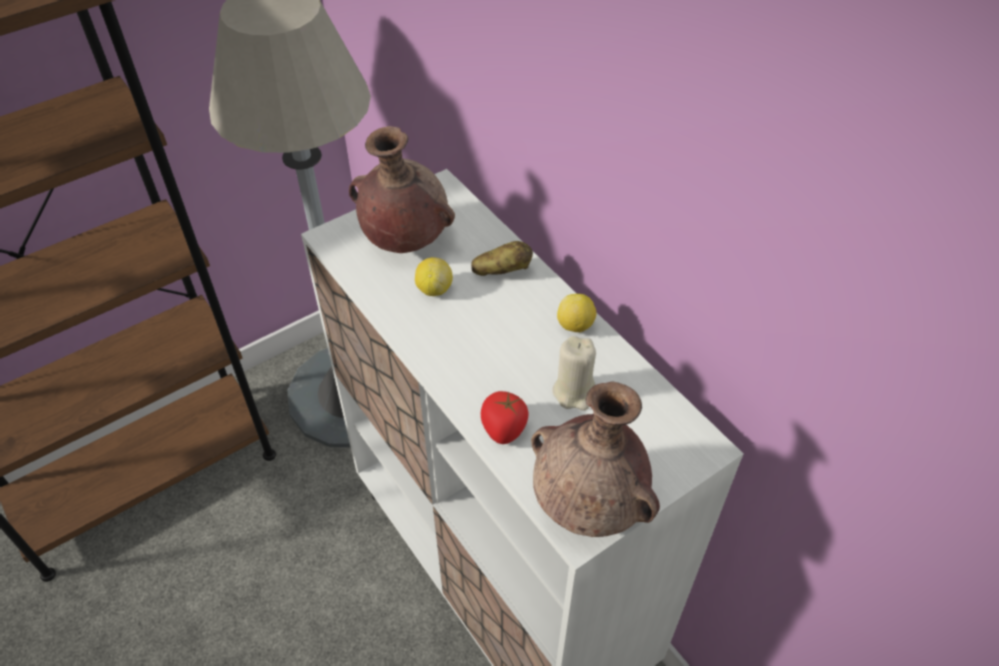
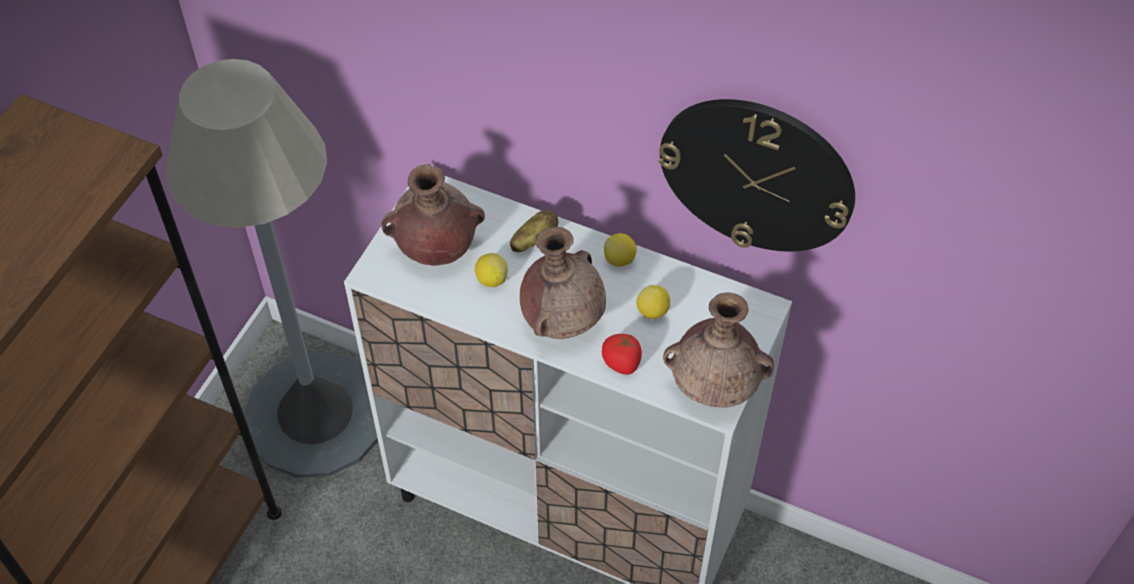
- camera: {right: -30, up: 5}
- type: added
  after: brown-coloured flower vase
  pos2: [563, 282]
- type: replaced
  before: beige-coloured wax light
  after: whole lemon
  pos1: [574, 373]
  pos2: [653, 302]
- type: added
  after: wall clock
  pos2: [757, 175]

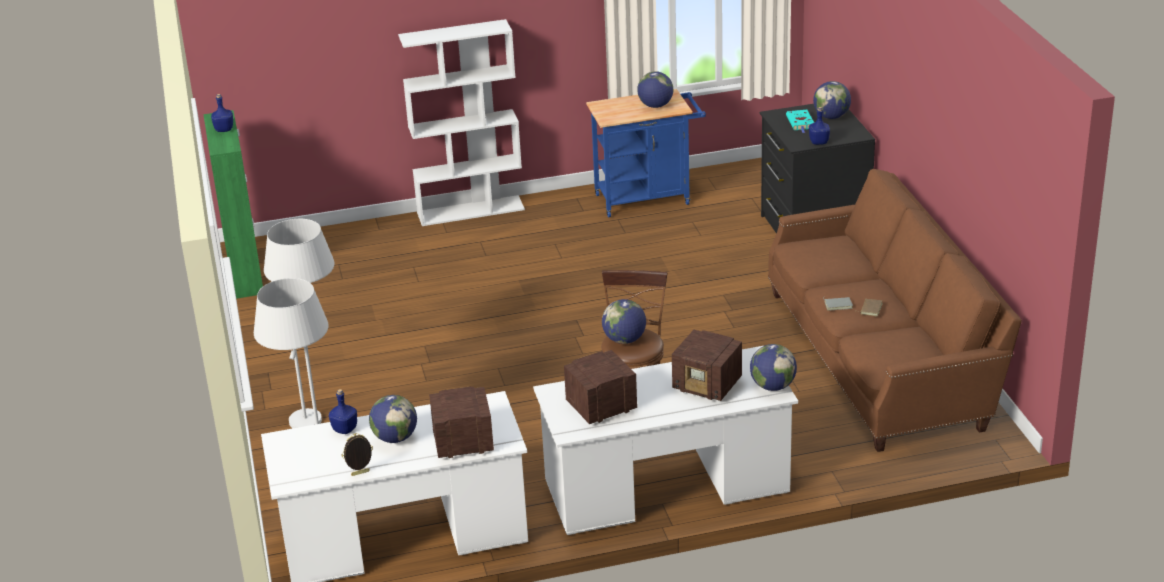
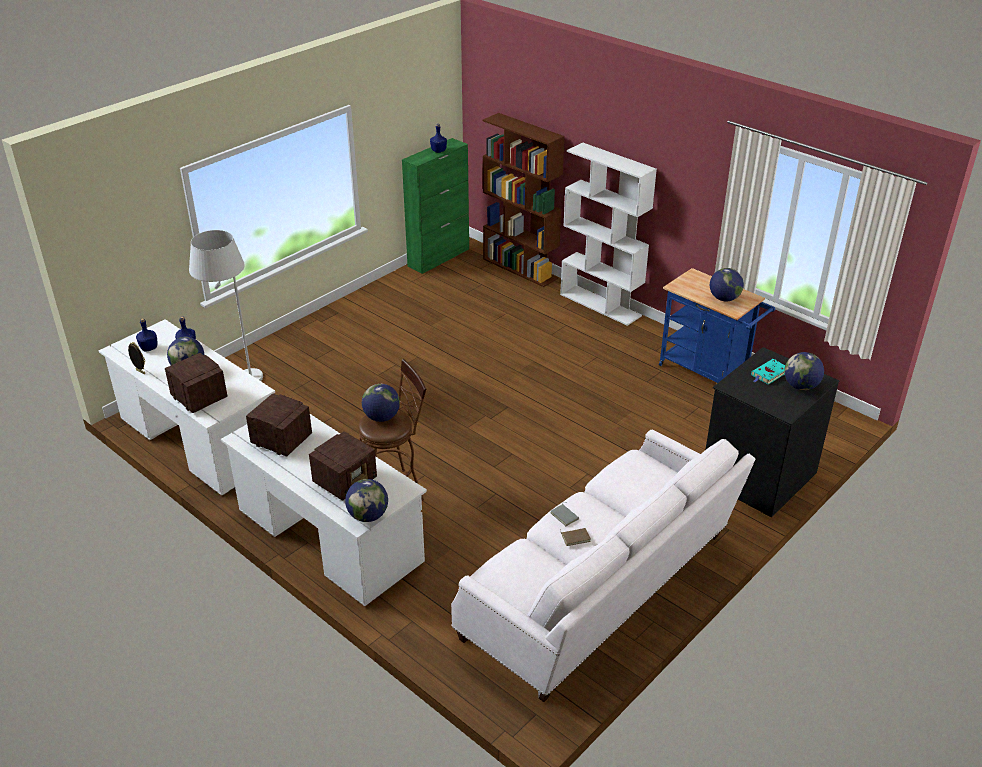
- camera: {right: 55, up: 5}
- type: moved
  before: blue-coloured beverage bottle
  pos1: [819, 126]
  pos2: [147, 335]
- type: turned
  before: radio
  pos1: [707, 365]
  pos2: [343, 466]
  turn: -135
- type: recoloured
  before: brown-coloured settee
  after: white settee
  pos1: [895, 310]
  pos2: [603, 566]
- type: added
  after: brown-coloured bookcase
  pos2: [524, 200]
- type: removed
  before: white standard lamp
  pos1: [299, 323]

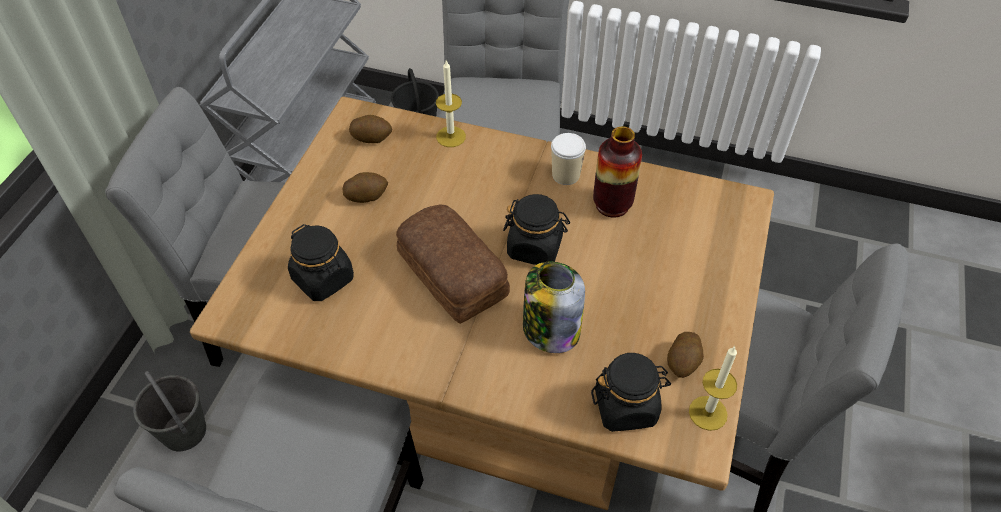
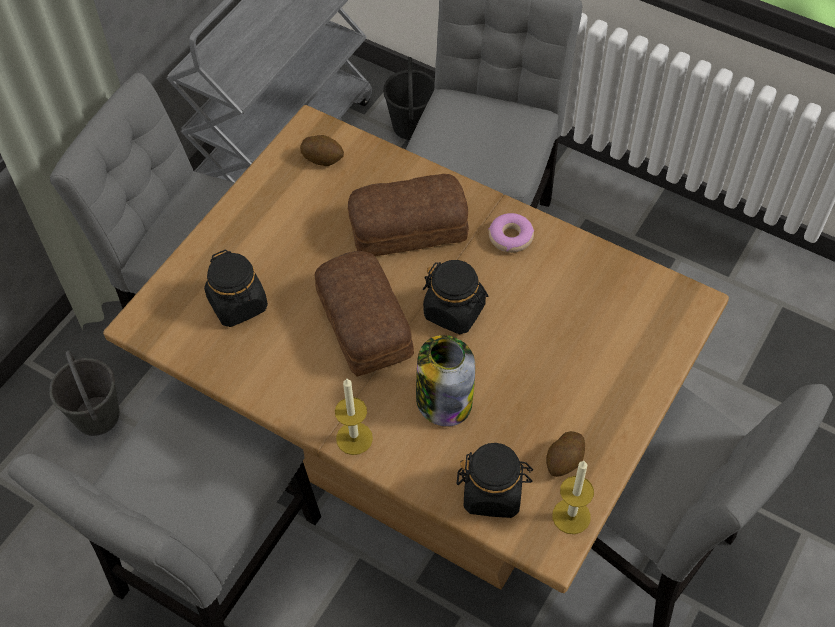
- camera: {right: 15, up: 5}
- type: moved
  before: wax light
  pos1: [451, 104]
  pos2: [354, 416]
- type: added
  after: bakery bread
  pos2: [408, 215]
- type: replaced
  before: small cup
  after: donut
  pos1: [568, 159]
  pos2: [511, 233]
- type: removed
  before: spud
  pos1: [365, 187]
- type: removed
  before: flower vase
  pos1: [617, 172]

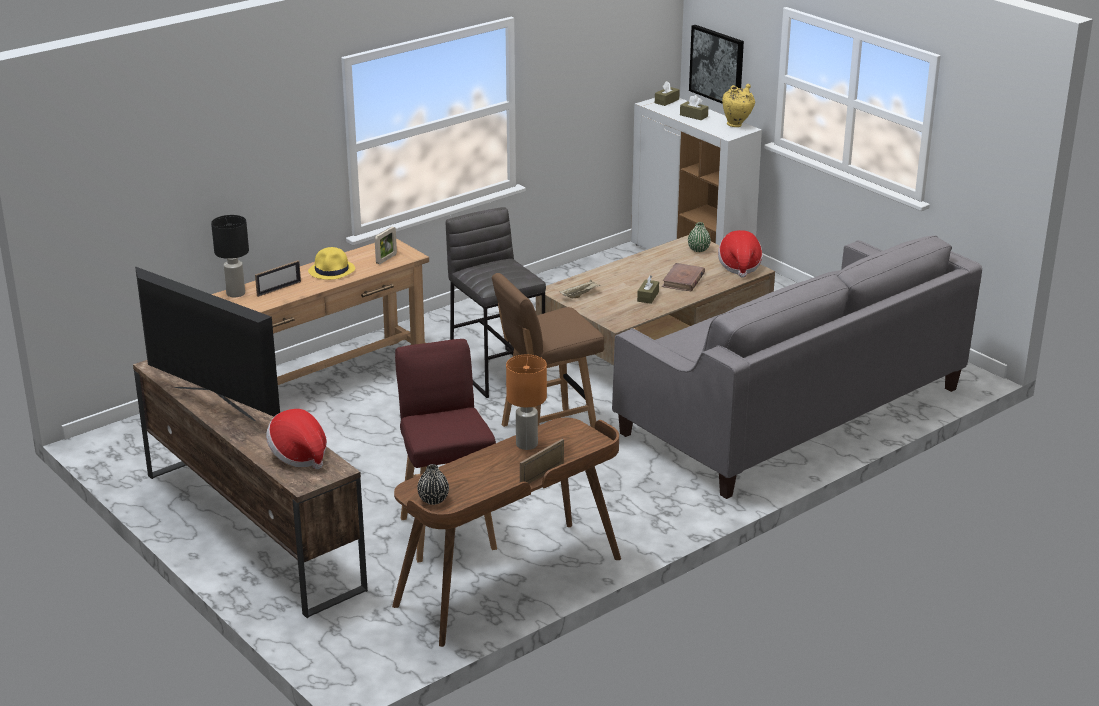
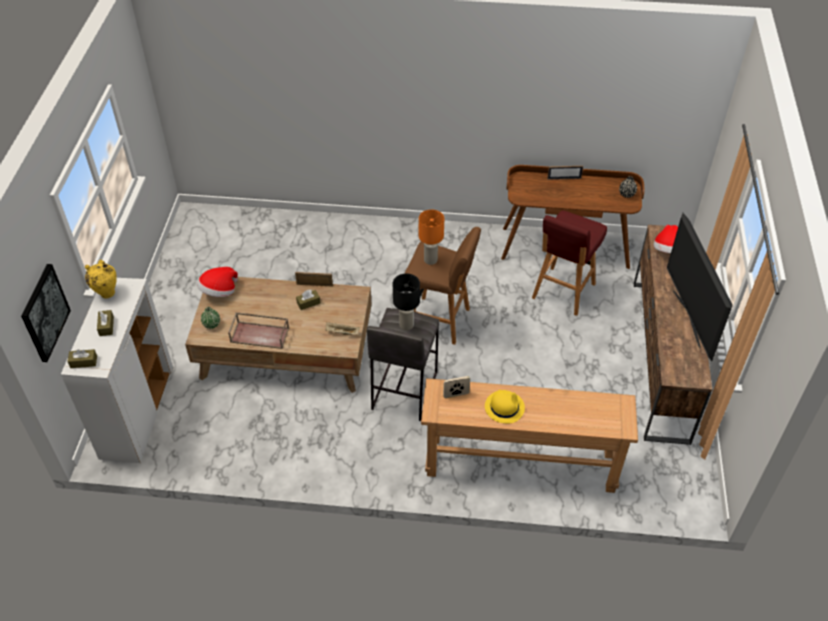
- camera: {right: -135, up: 20}
- type: added
  after: brown-coloured tray
  pos2: [258, 330]
- type: moved
  before: photo frame
  pos1: [278, 278]
  pos2: [314, 279]
- type: moved
  before: blackish lamp for a table
  pos1: [230, 256]
  pos2: [406, 302]
- type: moved
  before: orange lamp for a table
  pos1: [526, 402]
  pos2: [431, 237]
- type: removed
  before: grey settee
  pos1: [797, 367]
- type: removed
  before: brown-coloured volume
  pos1: [683, 277]

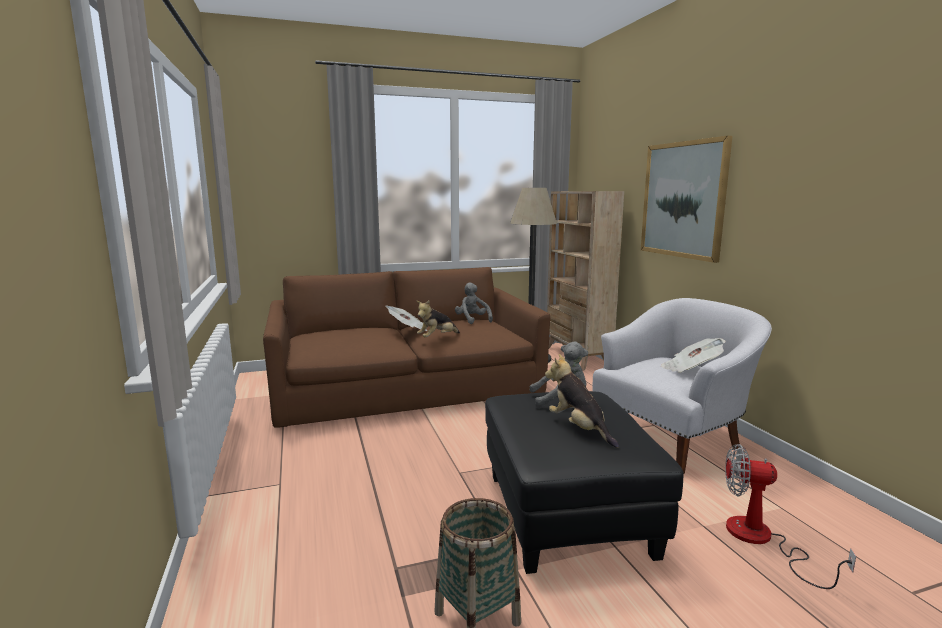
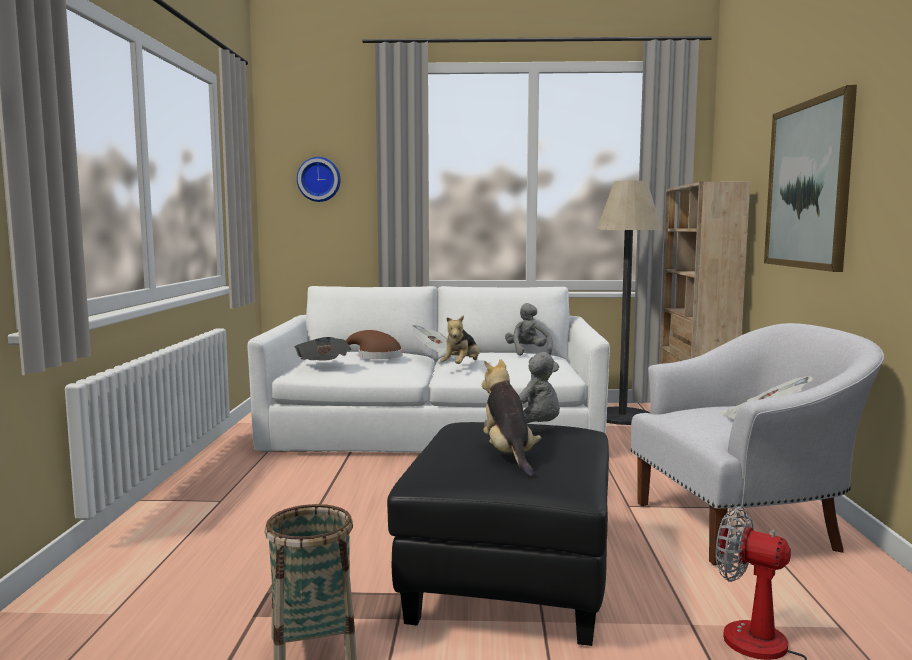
- camera: {right: 20, up: -5}
- type: recoloured
  before: brown-coloured settee
  after: white settee
  pos1: [406, 347]
  pos2: [428, 369]
- type: added
  after: newspaper
  pos2: [323, 349]
- type: added
  after: wall clock
  pos2: [319, 179]
- type: added
  after: brown-coloured clothing hat
  pos2: [372, 344]
- type: turned
  before: cuddly toy
  pos1: [438, 318]
  pos2: [460, 339]
  turn: -45

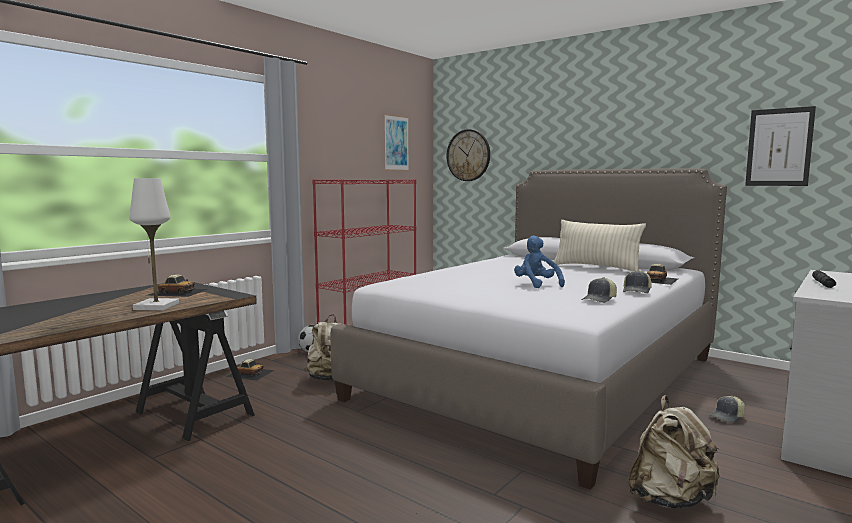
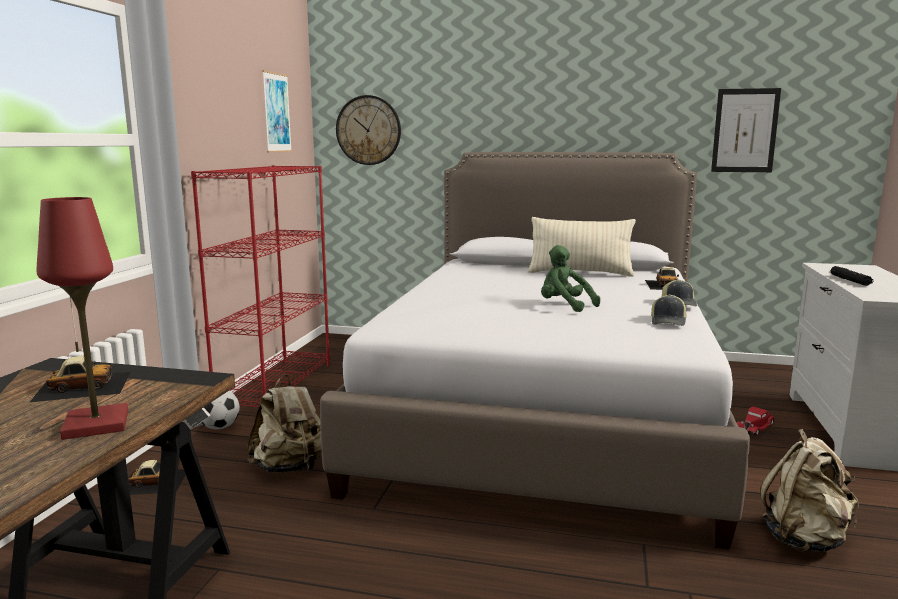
- camera: {right: -25, up: 5}
- type: recoloured
  before: white lamp for a table
  after: red lamp for a table
  pos1: [154, 244]
  pos2: [82, 318]
- type: recoloured
  before: blue-coloured cuddly toy
  after: greenish cuddly toy
  pos1: [539, 262]
  pos2: [570, 278]
- type: replaced
  before: baseball cap
  after: red miniature car
  pos1: [727, 409]
  pos2: [756, 421]

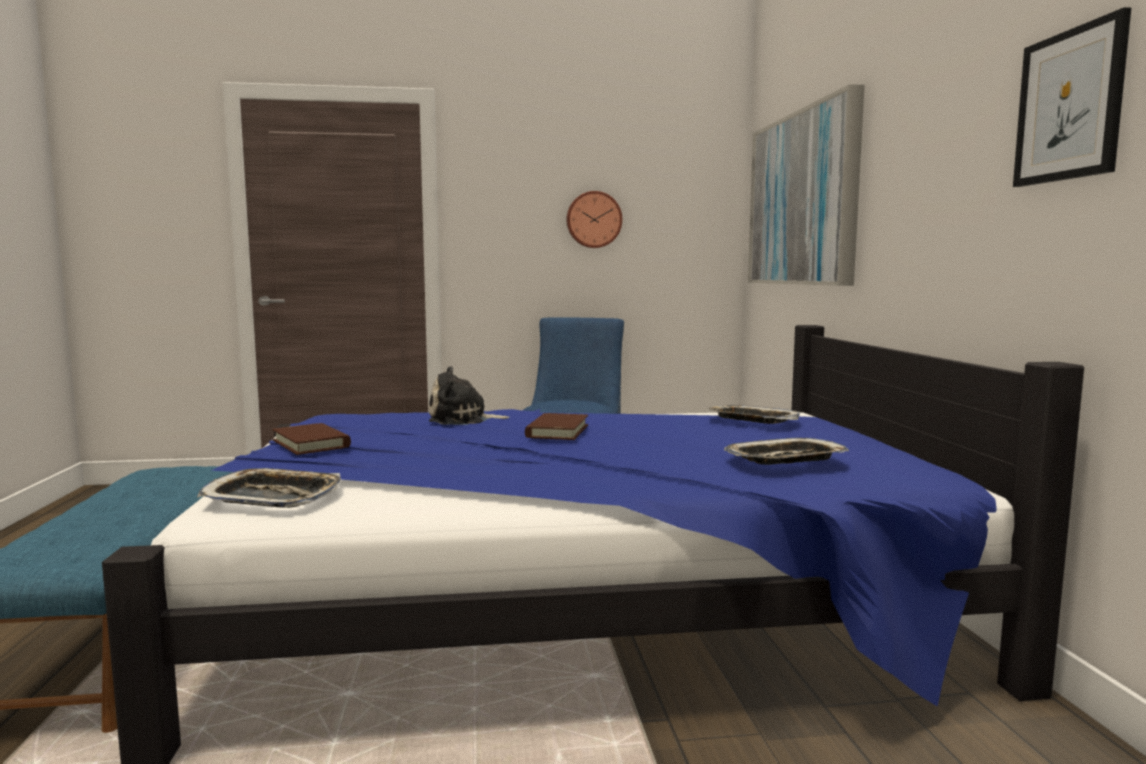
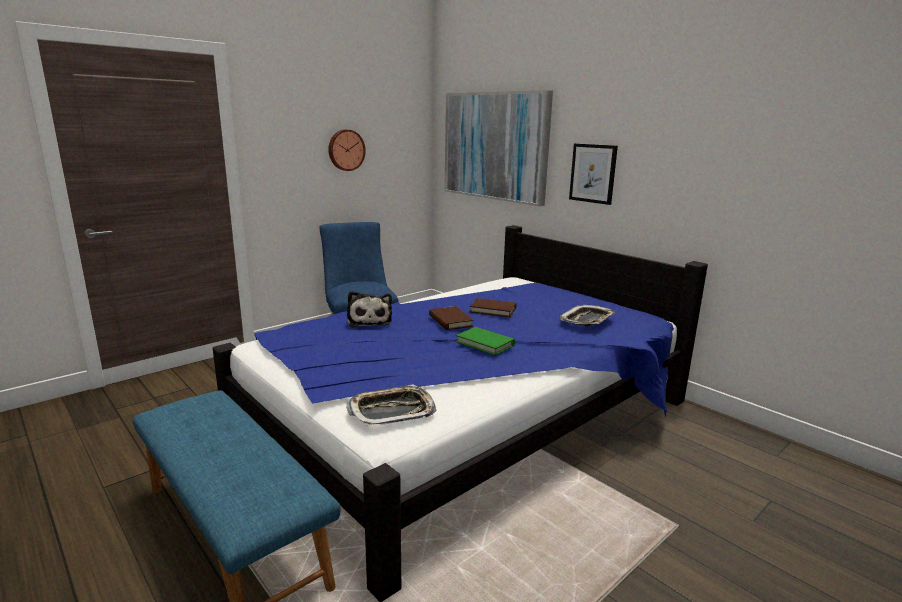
- camera: {right: -35, up: 10}
- type: turned
  before: cuddly toy
  pos1: [469, 395]
  pos2: [369, 309]
  turn: -60
- type: added
  after: greenish volume
  pos2: [485, 341]
- type: moved
  before: brown-coloured volume
  pos1: [311, 439]
  pos2: [493, 307]
- type: moved
  before: wall picture
  pos1: [1072, 97]
  pos2: [593, 174]
- type: removed
  before: tray
  pos1: [753, 414]

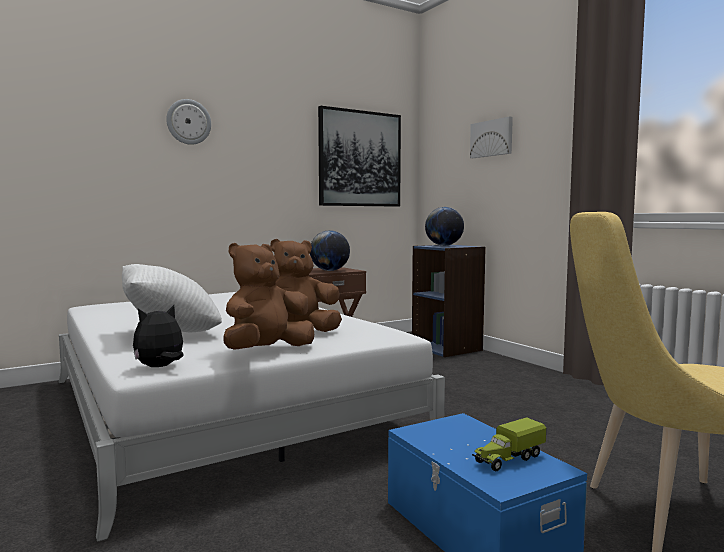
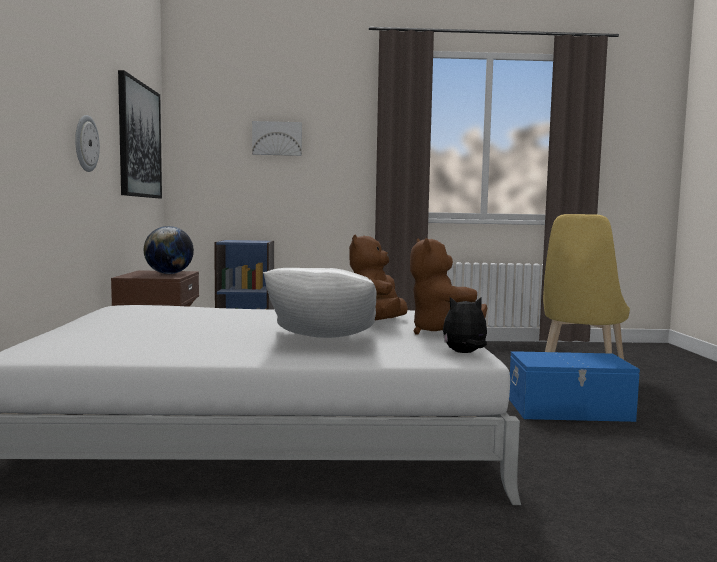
- camera: {right: -60, up: 0}
- type: moved
  before: wall clock
  pos1: [188, 122]
  pos2: [87, 143]
- type: turned
  before: cuddly toy
  pos1: [158, 336]
  pos2: [465, 325]
  turn: 90
- type: removed
  before: desk globe
  pos1: [444, 226]
- type: removed
  before: toy lorry
  pos1: [509, 444]

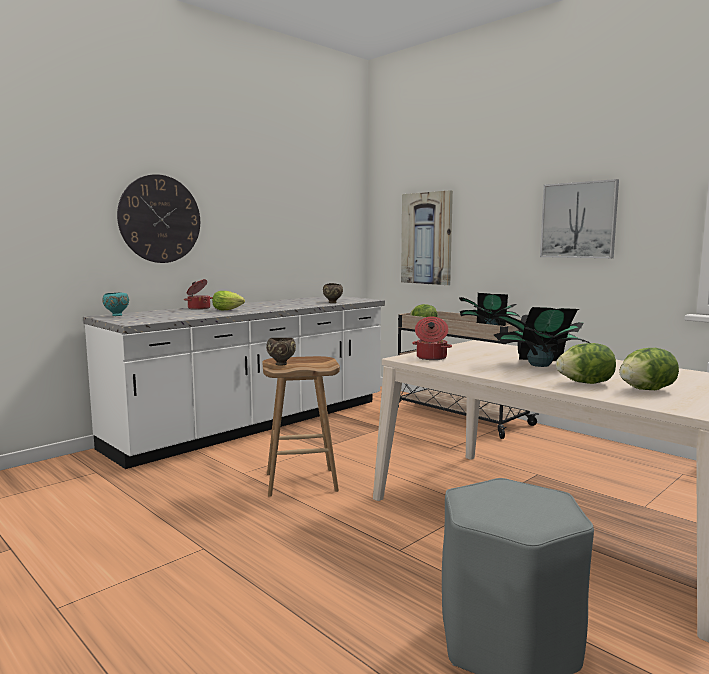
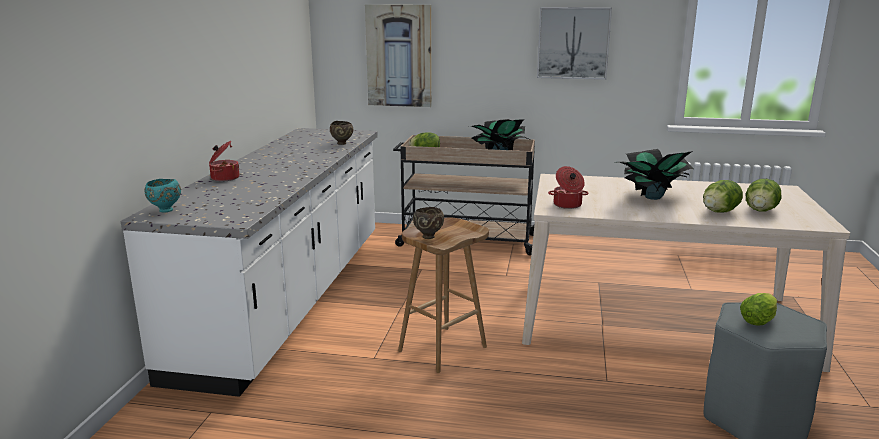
- camera: {right: -35, up: 10}
- type: moved
  before: lettuce head
  pos1: [228, 301]
  pos2: [758, 309]
- type: removed
  before: wall clock
  pos1: [158, 218]

